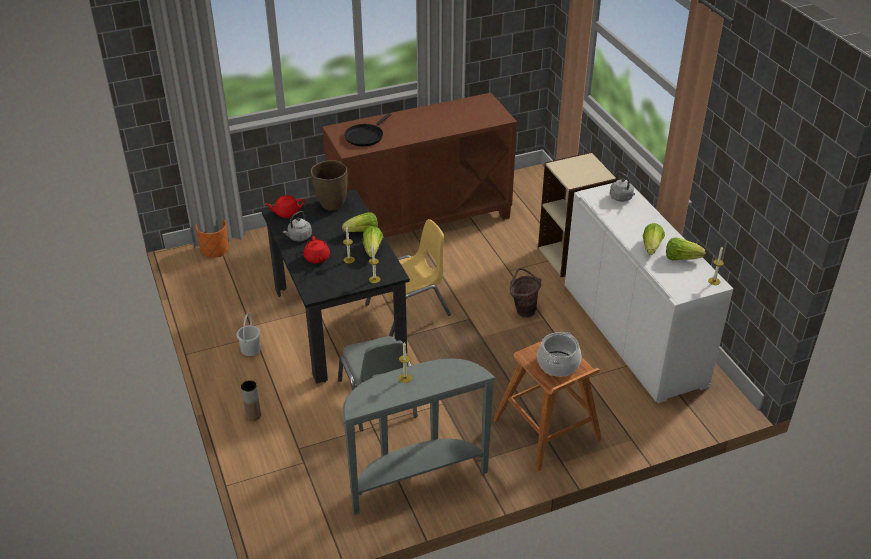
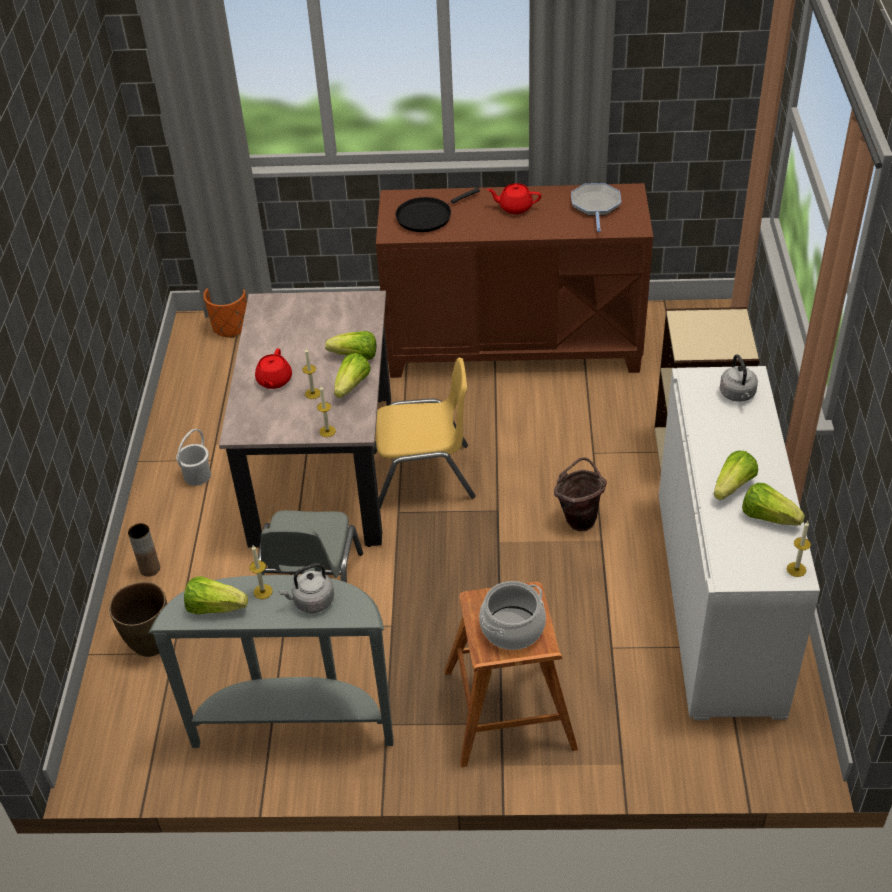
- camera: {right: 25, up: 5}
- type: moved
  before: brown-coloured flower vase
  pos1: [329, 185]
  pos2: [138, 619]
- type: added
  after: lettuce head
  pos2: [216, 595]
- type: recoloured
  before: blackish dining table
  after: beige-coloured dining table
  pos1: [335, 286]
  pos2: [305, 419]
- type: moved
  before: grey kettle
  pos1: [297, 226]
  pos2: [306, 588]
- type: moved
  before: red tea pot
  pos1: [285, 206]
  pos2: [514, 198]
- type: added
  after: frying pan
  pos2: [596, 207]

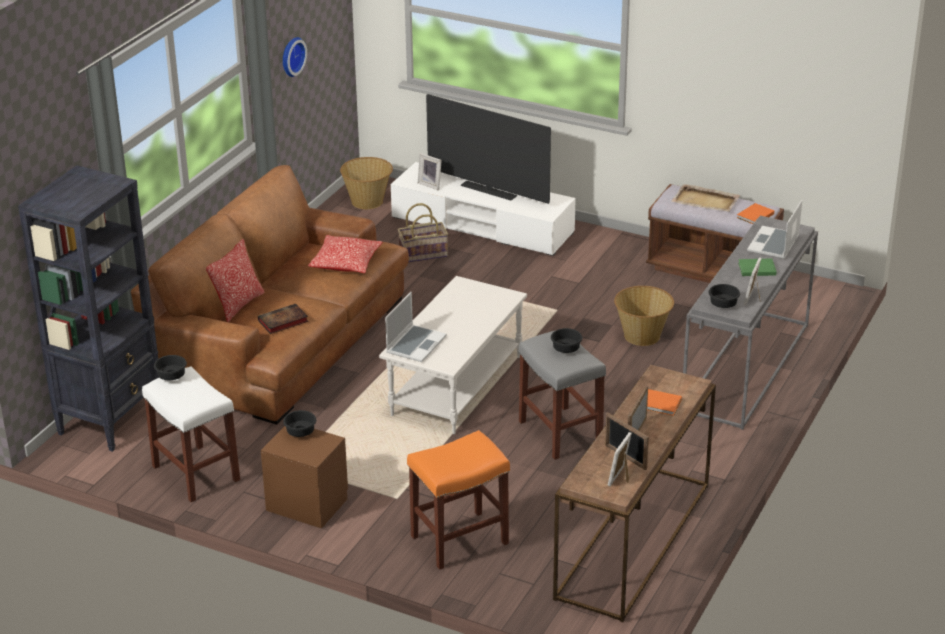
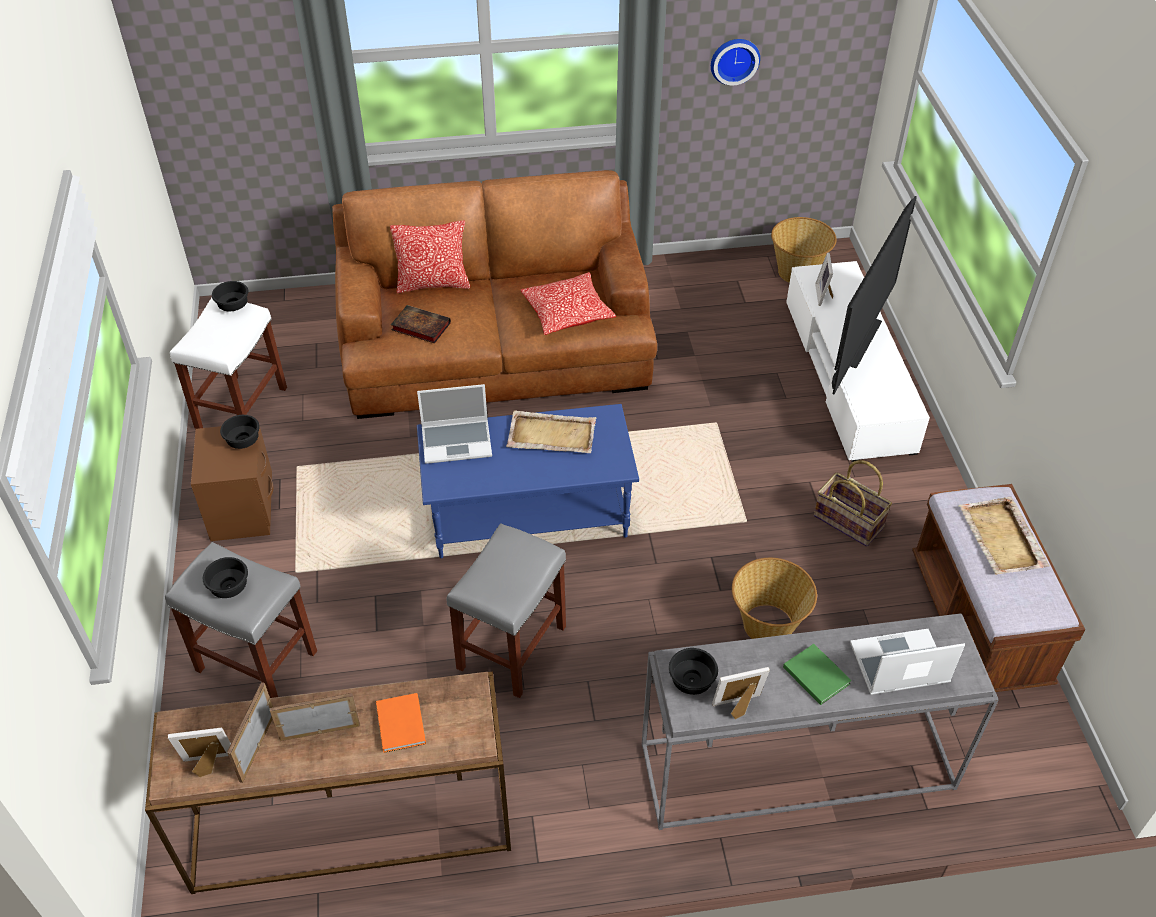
- camera: {right: 55, up: 15}
- type: recoloured
  before: orange sitting stool
  after: grey sitting stool
  pos1: [458, 500]
  pos2: [241, 620]
- type: moved
  before: blackish serving bowl
  pos1: [566, 340]
  pos2: [225, 577]
- type: recoloured
  before: white coffee table
  after: blue-coloured coffee table
  pos1: [453, 355]
  pos2: [528, 481]
- type: added
  after: beige-coloured tray
  pos2: [551, 431]
- type: moved
  before: basket
  pos1: [423, 233]
  pos2: [853, 503]
- type: turned
  before: television
  pos1: [488, 149]
  pos2: [874, 295]
  turn: -150
- type: removed
  before: blackish bookcase
  pos1: [88, 308]
- type: removed
  before: orange volume
  pos1: [755, 213]

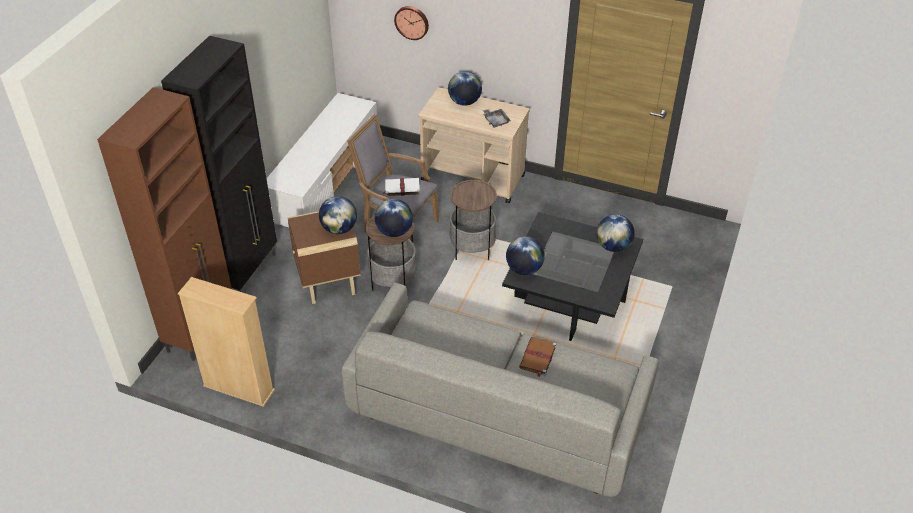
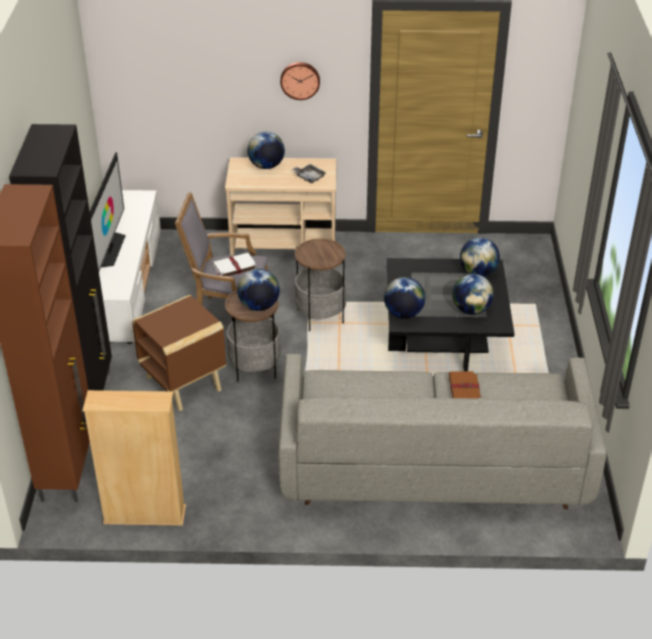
- camera: {right: -20, up: -5}
- type: added
  after: television
  pos2: [107, 211]
- type: moved
  before: wall clock
  pos1: [411, 23]
  pos2: [300, 81]
- type: moved
  before: desk globe
  pos1: [338, 215]
  pos2: [473, 294]

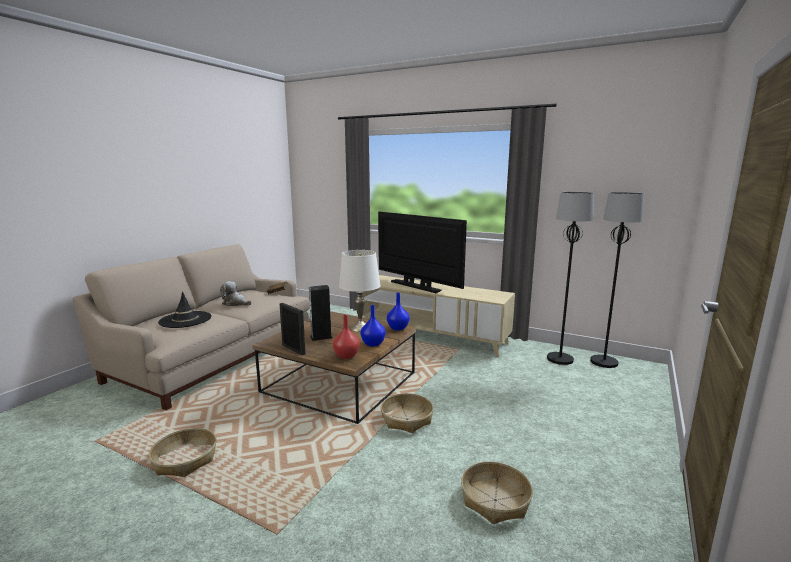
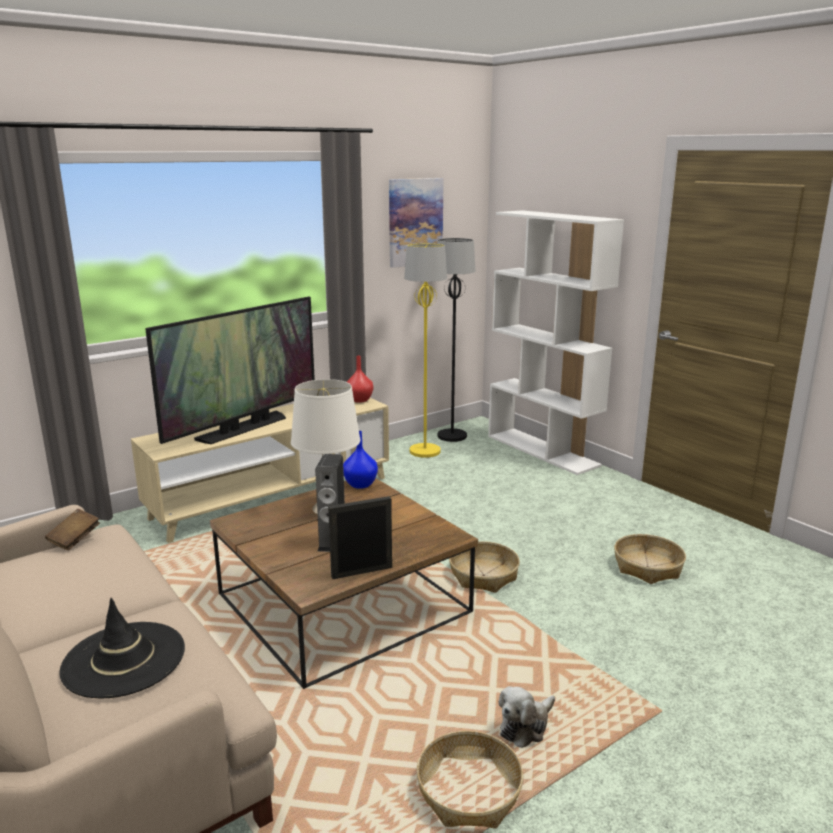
- camera: {right: -65, up: 5}
- type: turned
  before: television
  pos1: [422, 252]
  pos2: [230, 370]
  turn: 150
- type: moved
  before: red flower vase
  pos1: [346, 337]
  pos2: [360, 379]
- type: added
  after: wall picture
  pos2: [416, 223]
- type: recoloured
  before: blackish standard lamp
  after: yellowish standard lamp
  pos1: [570, 278]
  pos2: [425, 350]
- type: added
  after: white bookcase
  pos2: [556, 342]
- type: moved
  before: cuddly toy
  pos1: [236, 293]
  pos2: [526, 717]
- type: removed
  before: blue-coloured flower vase
  pos1: [373, 326]

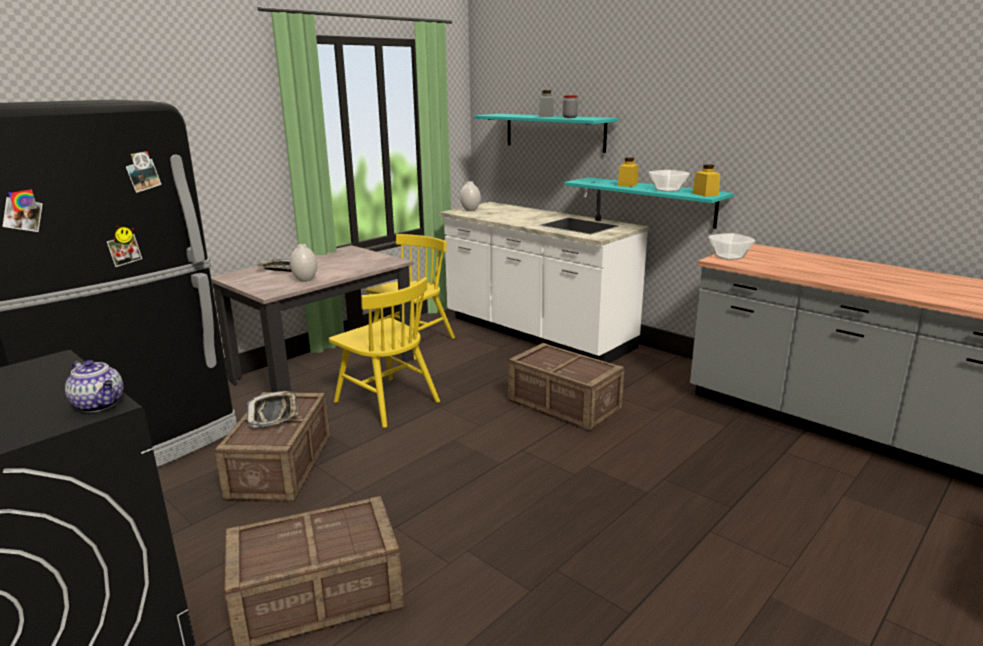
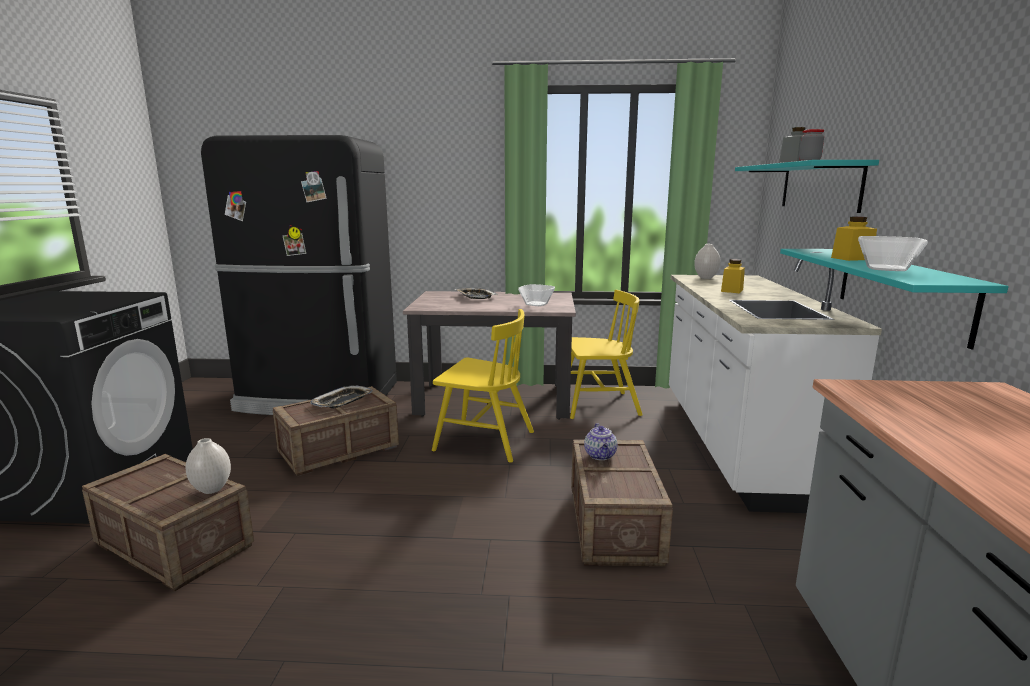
- camera: {right: 50, up: -5}
- type: moved
  before: white flower vase
  pos1: [304, 263]
  pos2: [208, 466]
- type: turned
  before: yellowish upright chair
  pos1: [384, 352]
  pos2: [483, 386]
  turn: -75
- type: moved
  before: serving bowl
  pos1: [731, 246]
  pos2: [536, 295]
- type: moved
  before: tea pot
  pos1: [94, 386]
  pos2: [601, 441]
- type: moved
  before: yellowish preserve jar
  pos1: [706, 180]
  pos2: [733, 276]

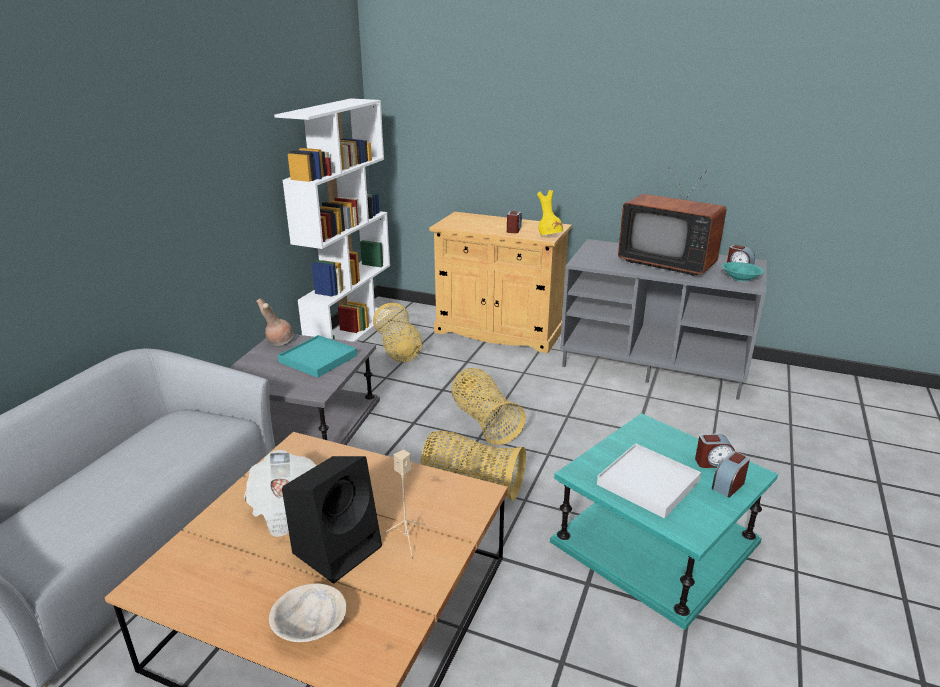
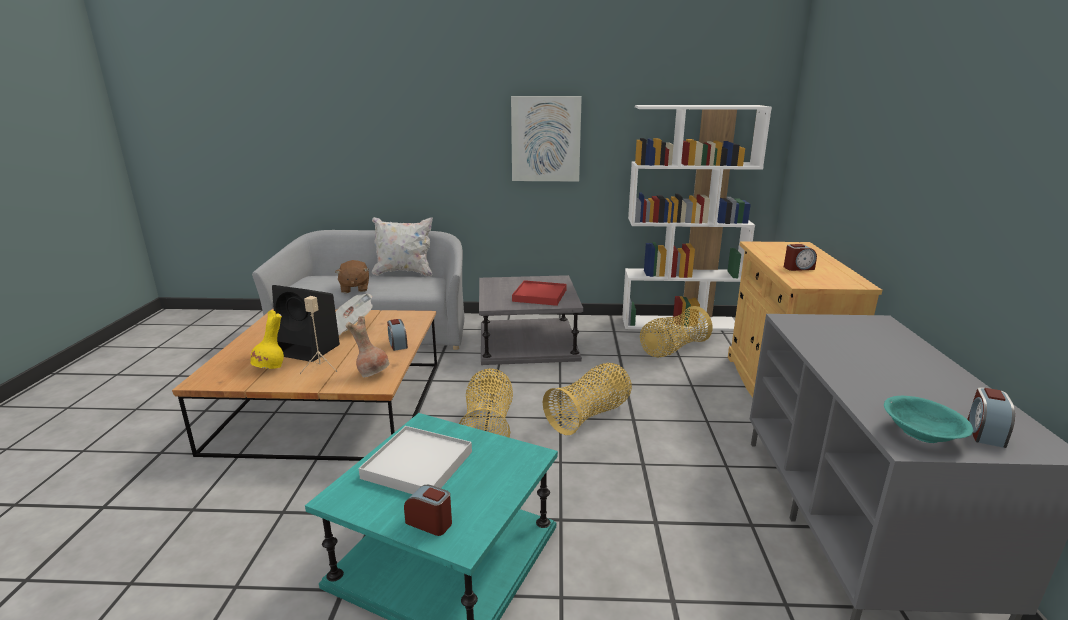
- camera: {right: 70, up: -5}
- type: moved
  before: yellowish flower vase
  pos1: [550, 213]
  pos2: [267, 339]
- type: added
  after: brown-coloured cuddly toy
  pos2: [352, 276]
- type: moved
  before: brown-coloured flower vase
  pos1: [274, 322]
  pos2: [367, 346]
- type: added
  after: white pillow
  pos2: [402, 247]
- type: moved
  before: bedside clock
  pos1: [715, 451]
  pos2: [397, 335]
- type: added
  after: wall picture
  pos2: [546, 138]
- type: recoloured
  before: turquoise tray
  after: red tray
  pos1: [317, 356]
  pos2: [539, 293]
- type: removed
  before: beige-coloured serving bowl
  pos1: [308, 612]
- type: removed
  before: television
  pos1: [672, 221]

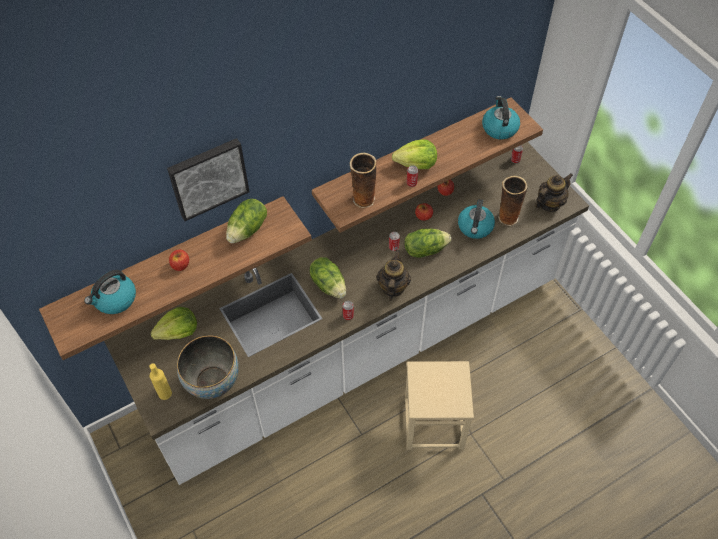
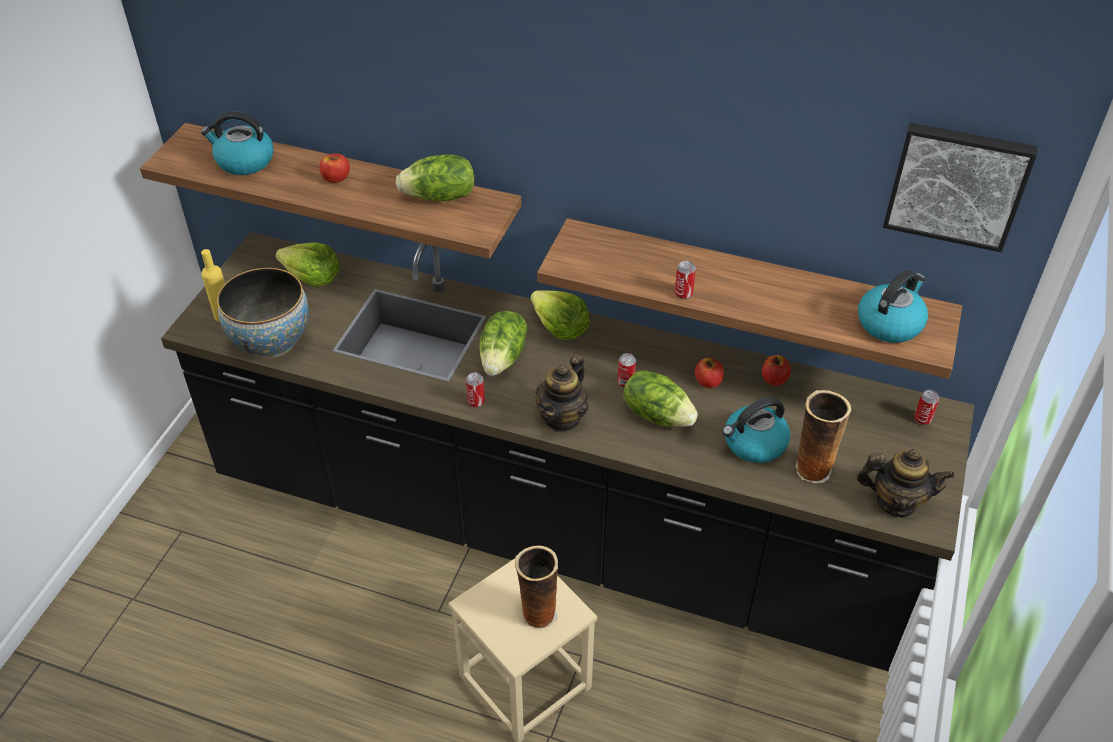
- camera: {right: 50, up: -10}
- type: recoloured
  before: white counter
  after: blackish counter
  pos1: [346, 313]
  pos2: [568, 452]
- type: moved
  before: flower vase
  pos1: [363, 180]
  pos2: [536, 587]
- type: moved
  before: lettuce head
  pos1: [414, 154]
  pos2: [560, 315]
- type: turned
  before: tea pot
  pos1: [393, 275]
  pos2: [562, 393]
  turn: 150
- type: moved
  before: wall picture
  pos1: [208, 179]
  pos2: [960, 187]

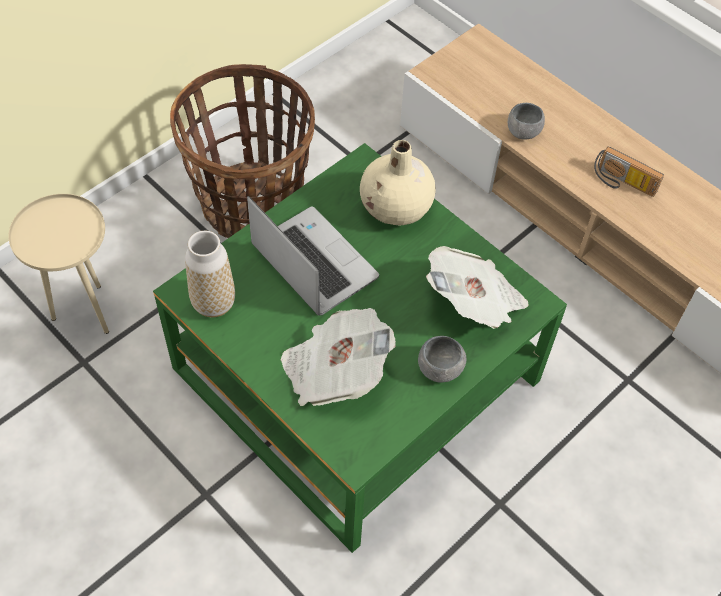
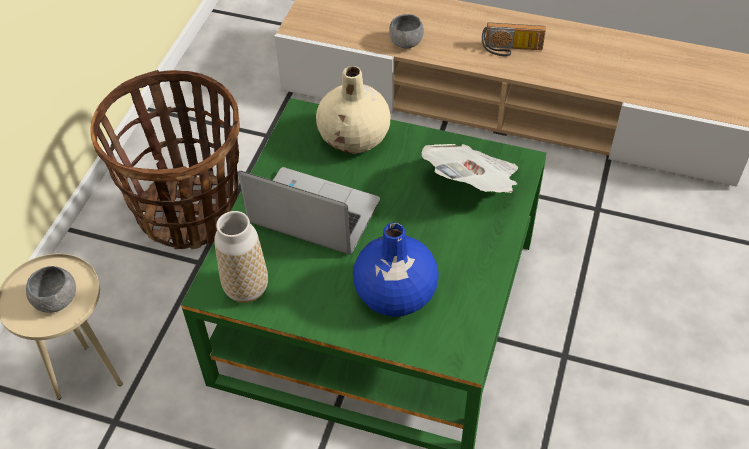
- camera: {right: -25, up: -5}
- type: moved
  before: grey serving bowl
  pos1: [442, 359]
  pos2: [51, 289]
- type: replaced
  before: newspaper
  after: blue-coloured flower vase
  pos1: [338, 357]
  pos2: [396, 270]

